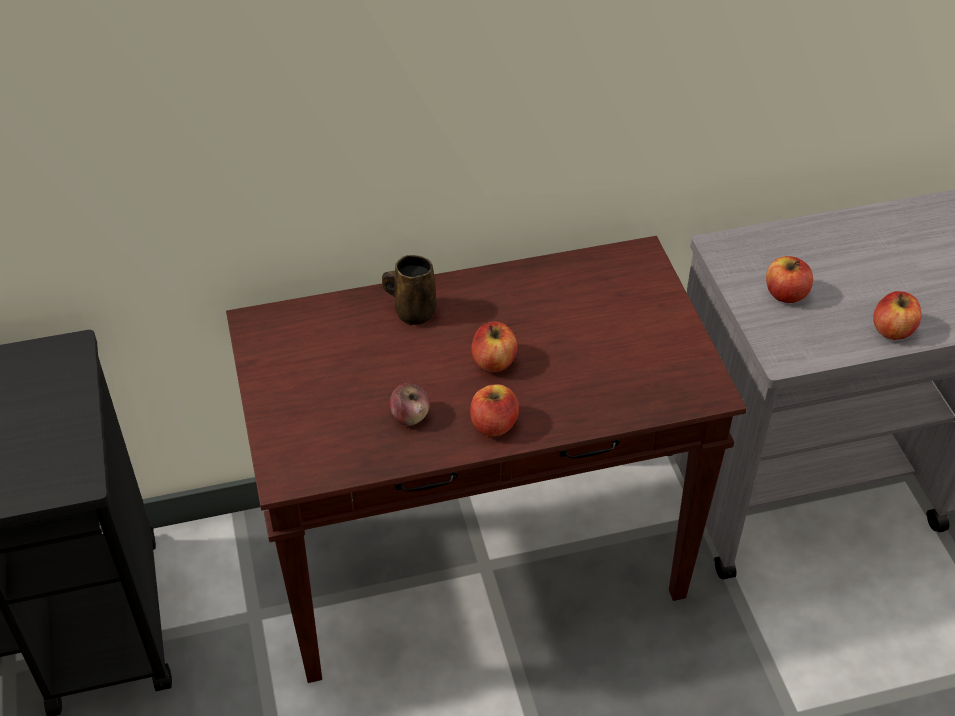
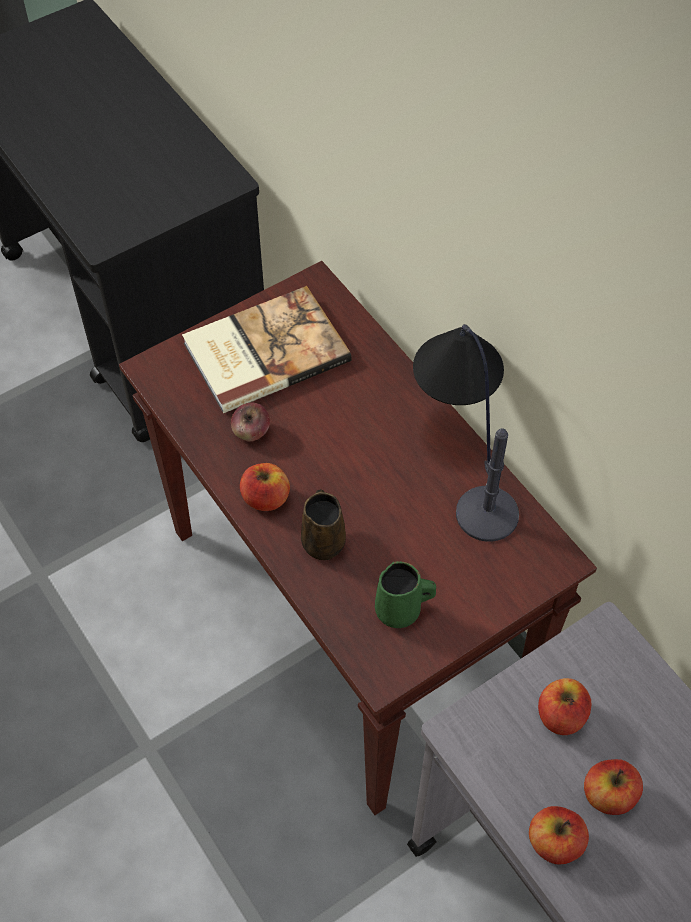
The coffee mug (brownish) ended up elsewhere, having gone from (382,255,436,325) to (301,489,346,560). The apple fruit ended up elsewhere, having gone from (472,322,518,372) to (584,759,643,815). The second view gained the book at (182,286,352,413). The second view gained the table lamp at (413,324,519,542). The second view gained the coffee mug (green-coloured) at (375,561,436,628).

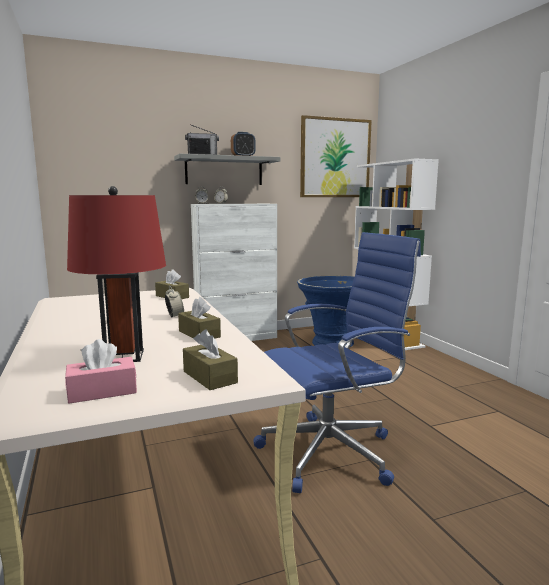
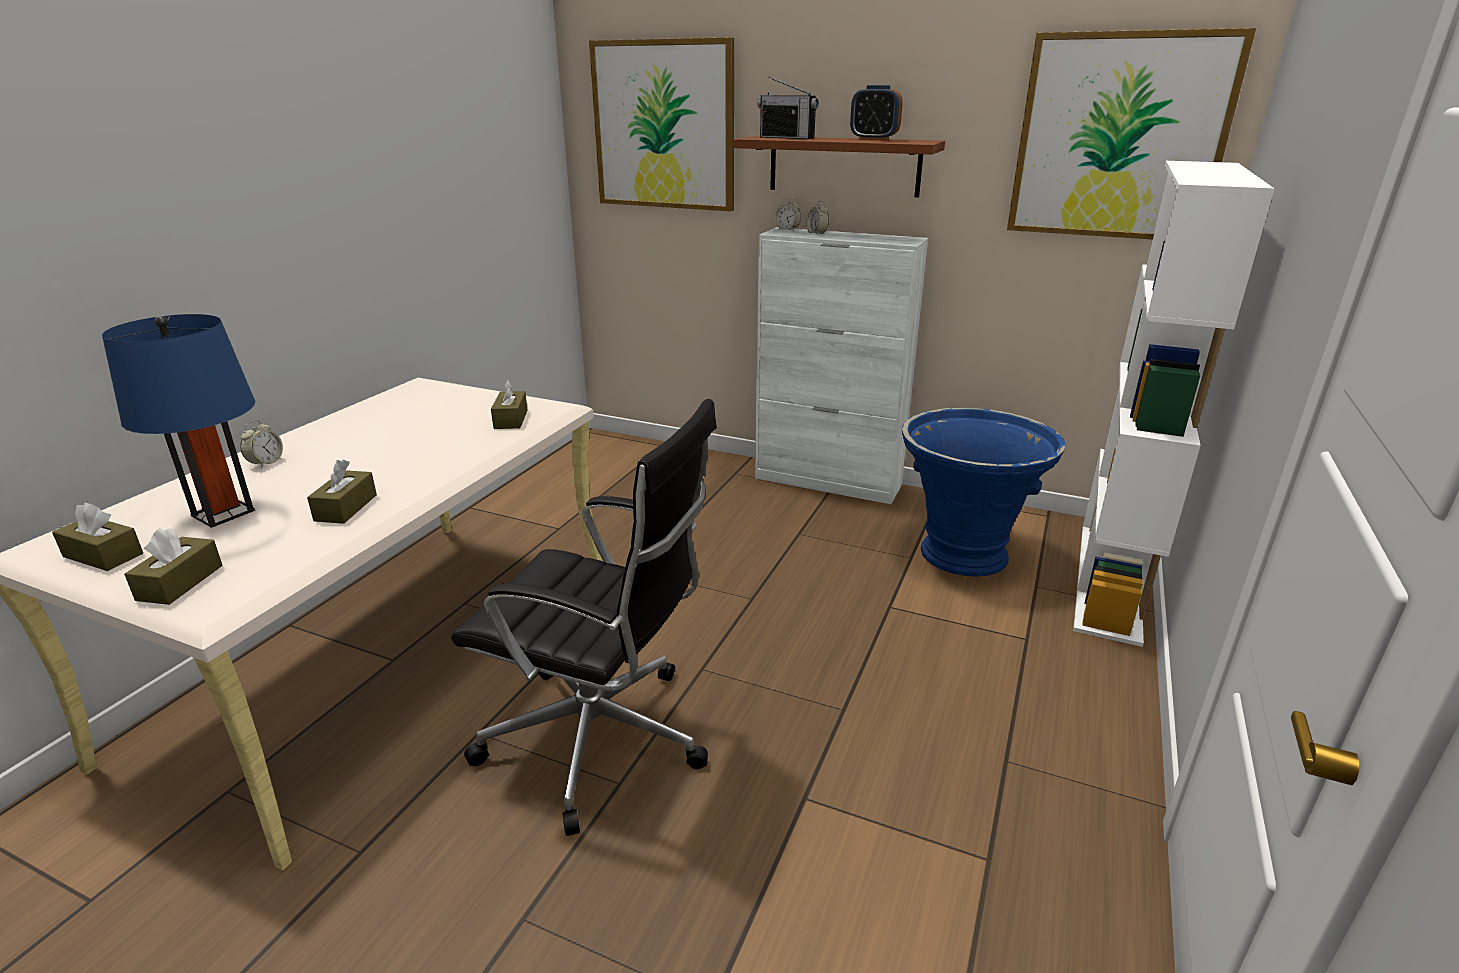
What was the wall shelf (greyish) at (174,154,280,185) turned into the wall shelf (brownish) at (733,136,945,197). What was the table lamp (red) at (67,186,166,362) turned into the table lamp (bluish) at (102,314,256,528). What was the desk chair (bluish) at (253,232,421,493) turned into the desk chair (black-coloured) at (451,399,717,836). The table clock ended up elsewhere, having gone from (165,286,184,317) to (240,420,283,469). What was the tissue box (pink-coloured) at (65,339,137,404) turned into the tissue box (brownish) at (52,503,143,571). The second view gained the wall picture at (589,37,734,211).

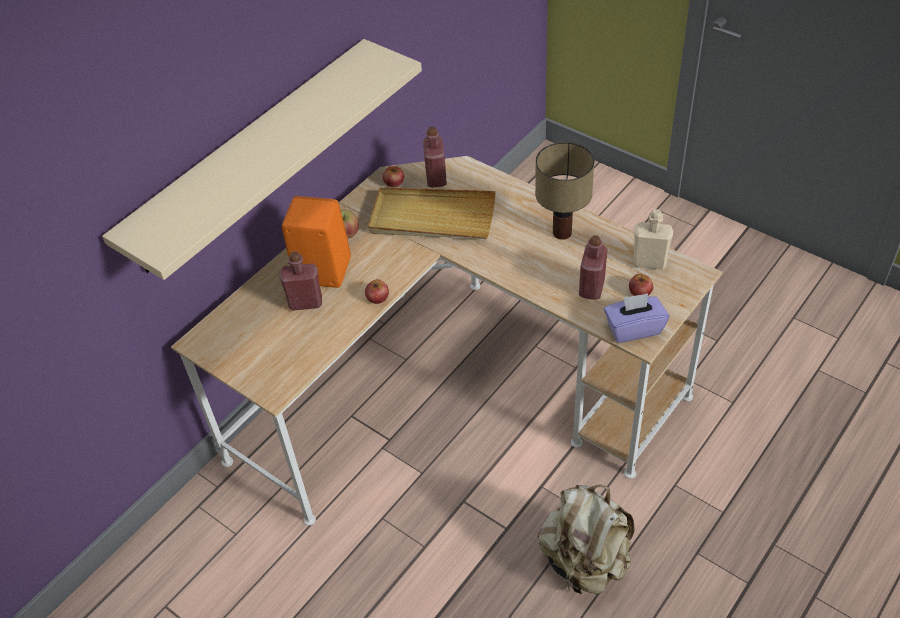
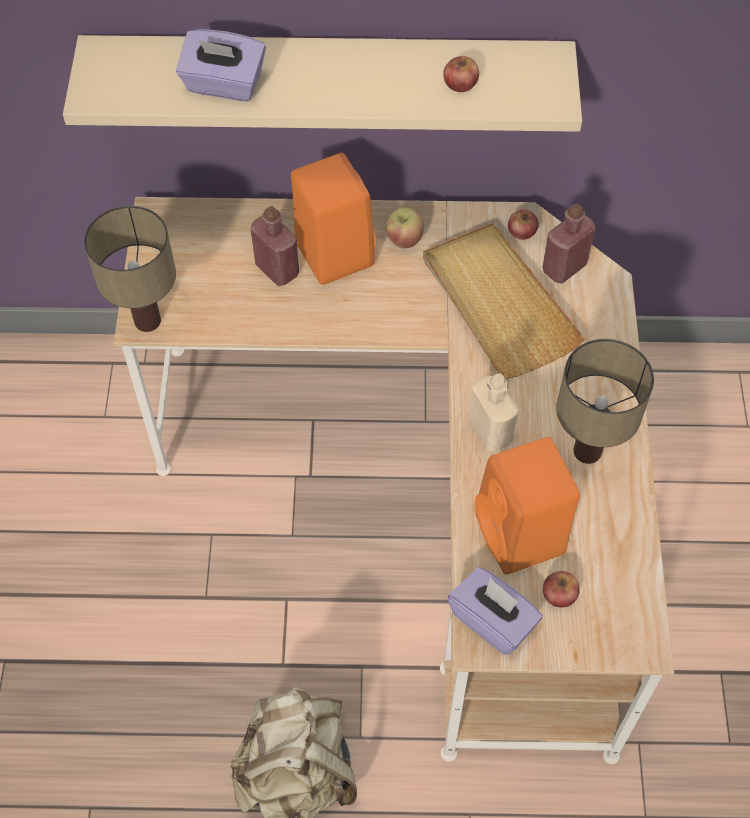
The drink bottle (sand-coloured) ended up elsewhere, having gone from (633,209,673,270) to (469,373,519,452). Where the drink bottle (red) stood at (579,235,608,300), the speaker (orangey) came to stand at (475,437,580,575). The apple fruit ended up elsewhere, having gone from (365,280,389,304) to (443,56,479,92). The second view gained the tissue box (purple) at (176,29,266,101). The second view gained the table lamp at (84,206,176,332).

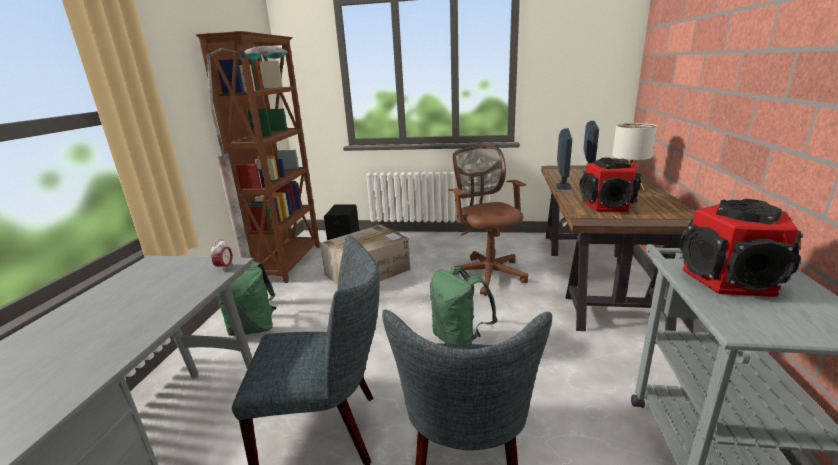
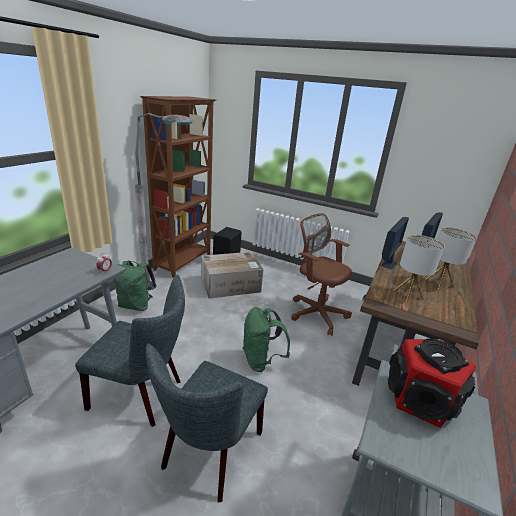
The desk chair (brownish) at (449,145,528,296) ended up facing another way, 45 degrees counterclockwise from before. Where the speaker stood at (579,157,641,212), the table lamp came to stand at (393,235,445,302).

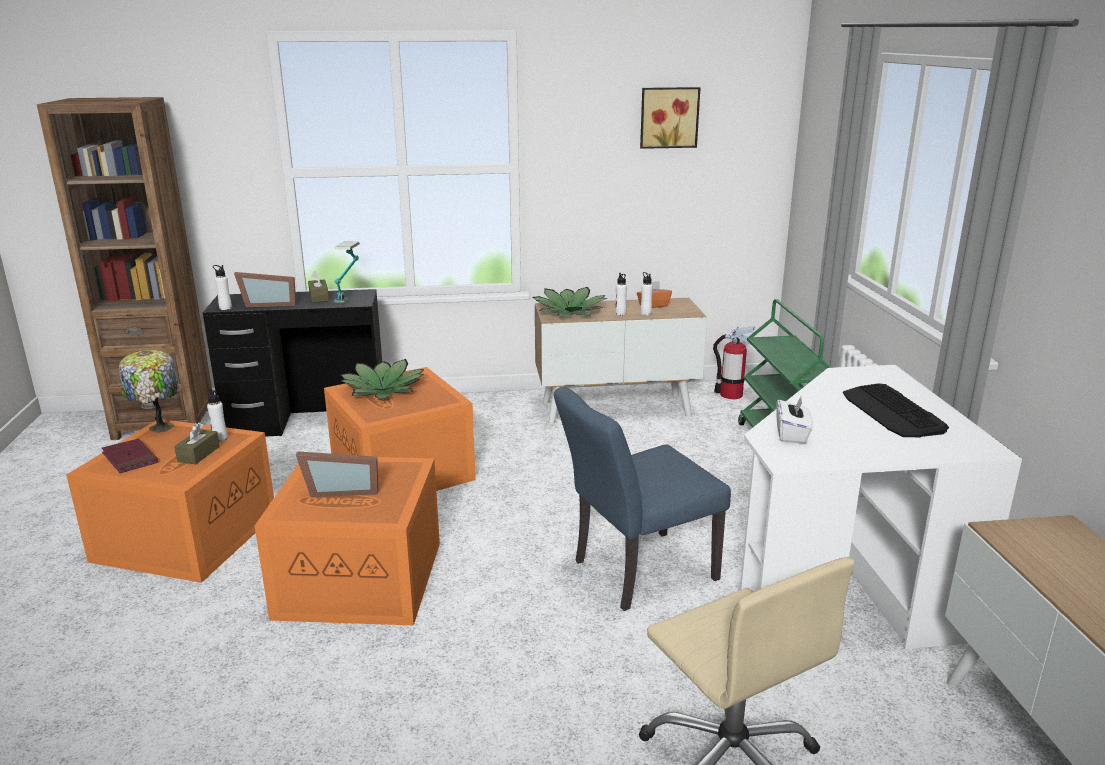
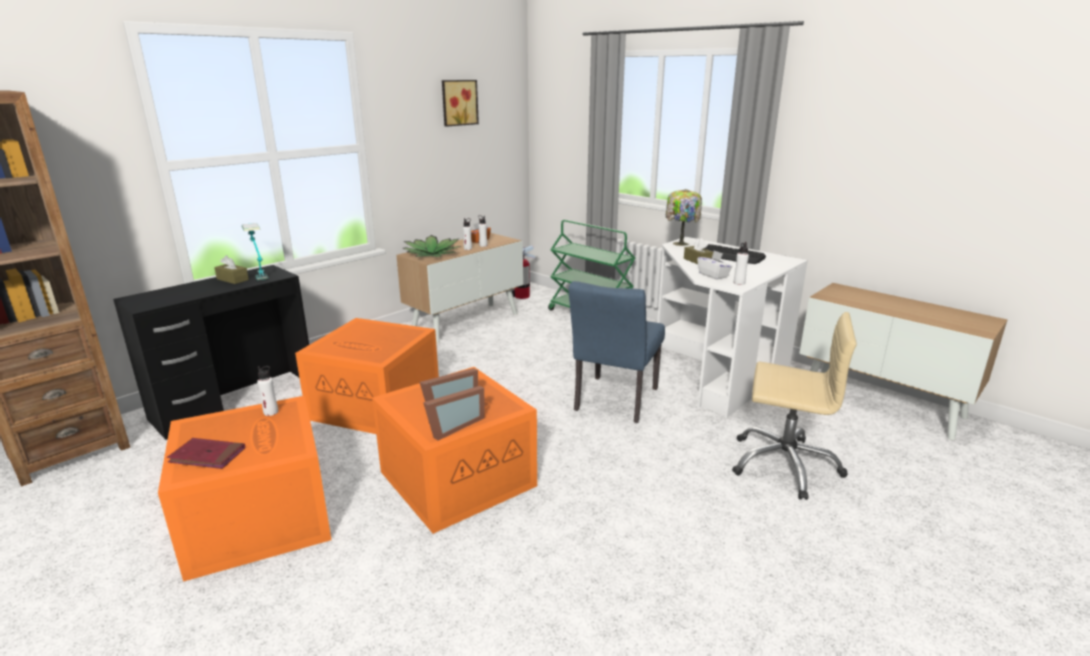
The drink bottle (whitish) ended up elsewhere, having gone from (213,265,232,310) to (734,242,749,285). The photo frame ended up elsewhere, having gone from (234,272,296,307) to (423,386,484,440). The table lamp ended up elsewhere, having gone from (119,350,178,433) to (666,189,702,246). The second view lost the potted plant at (340,359,424,399). The tissue box (brownish) ended up elsewhere, having gone from (174,423,220,464) to (684,238,713,264).

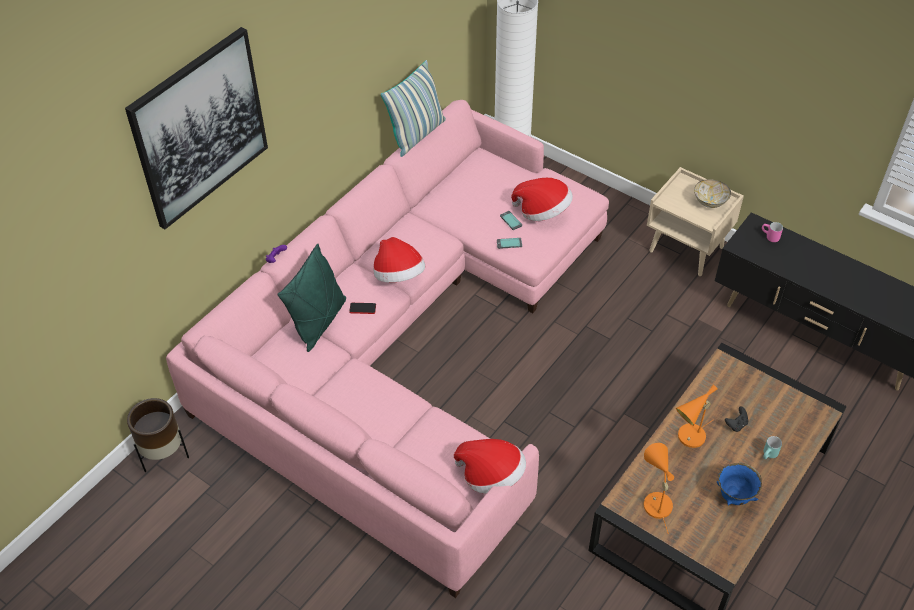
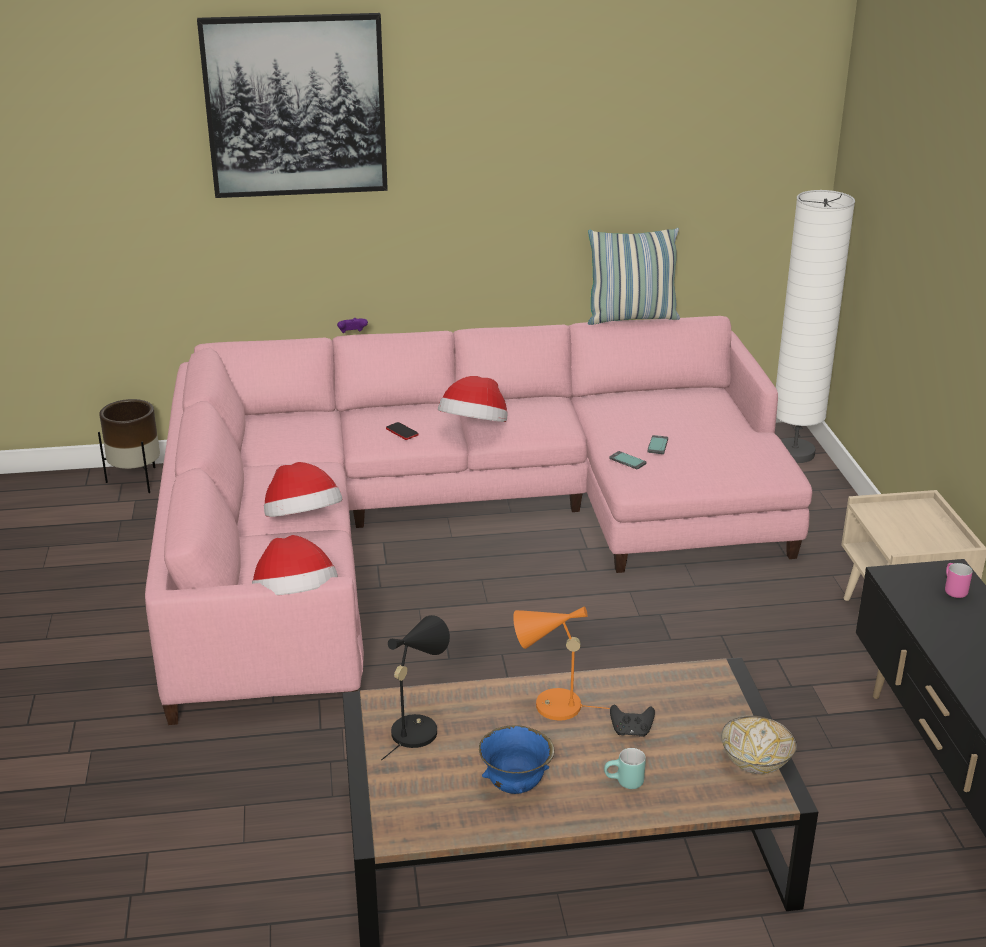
The hat ended up elsewhere, having gone from (511,178,573,221) to (264,462,342,517). The deep dish ended up elsewhere, having gone from (694,179,731,208) to (721,715,797,774). The second view lost the throw pillow (green-coloured) at (277,244,346,352). What was the table lamp (orangey) at (644,443,674,534) turned into the table lamp (black-coloured) at (381,615,450,761).

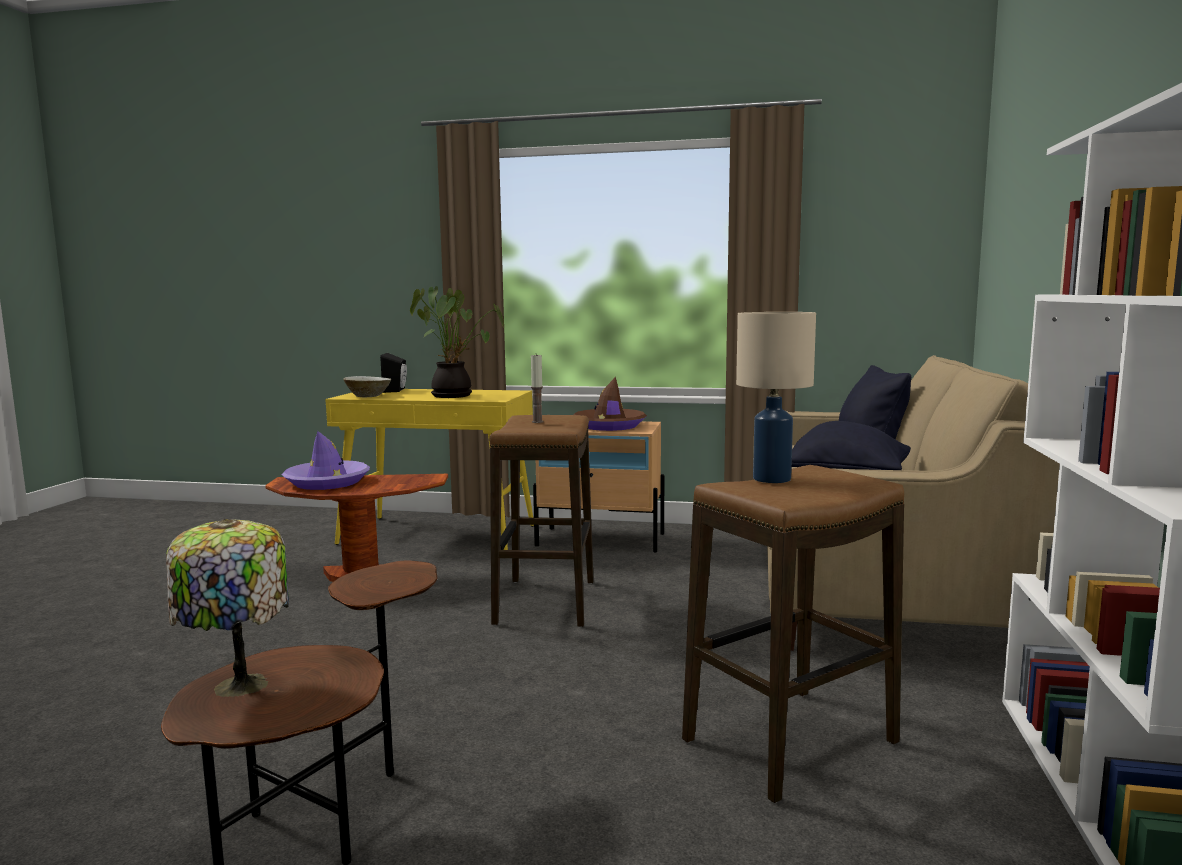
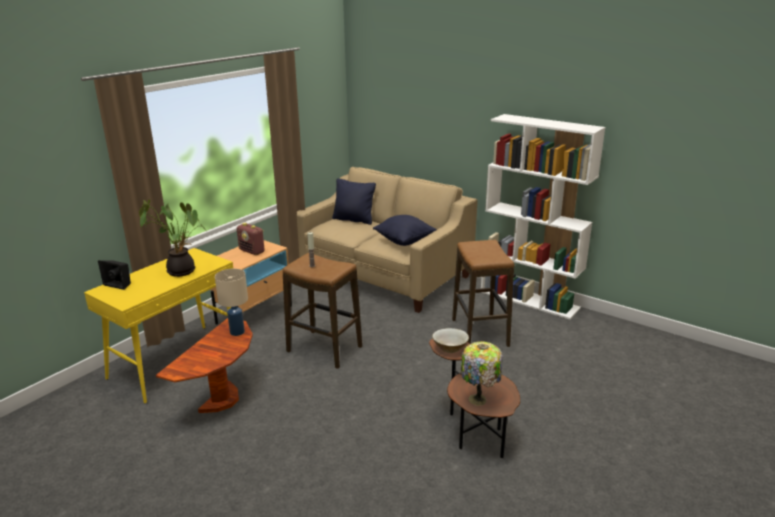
The table lamp (sand-coloured) ended up elsewhere, having gone from (736,312,816,483) to (215,269,248,336). The deep dish (sand-coloured) ended up elsewhere, having gone from (343,376,391,397) to (432,328,469,353). Where the hat (brownish) stood at (573,377,647,431), the radio receiver came to stand at (237,223,264,255). The second view lost the hat (purple) at (282,431,370,490).

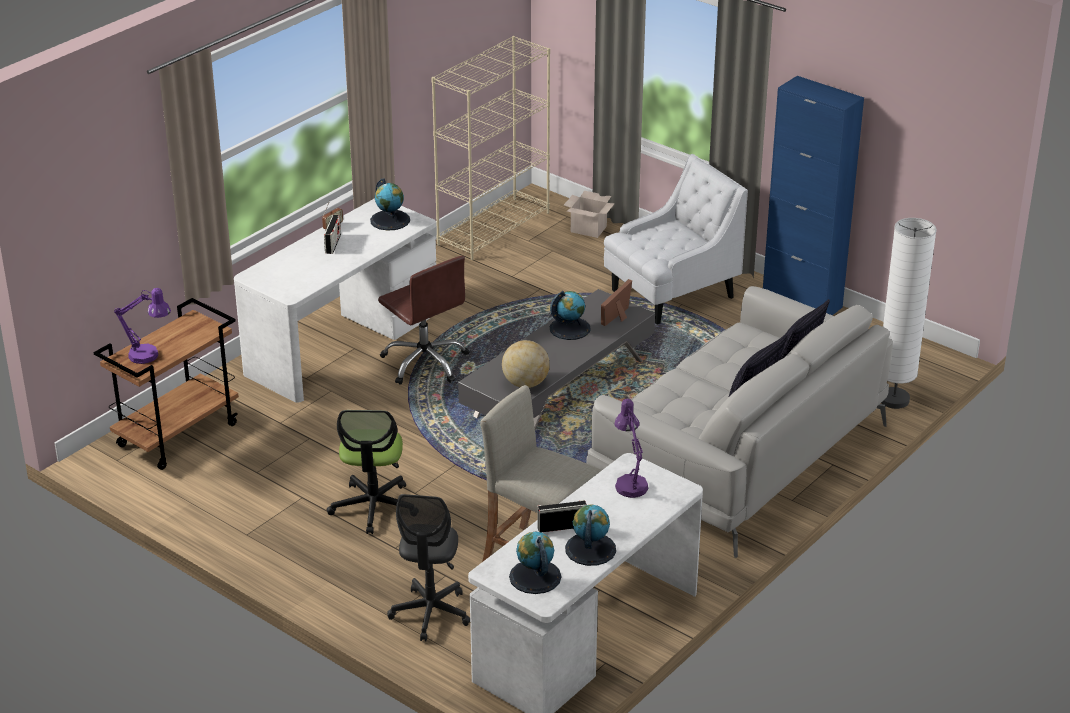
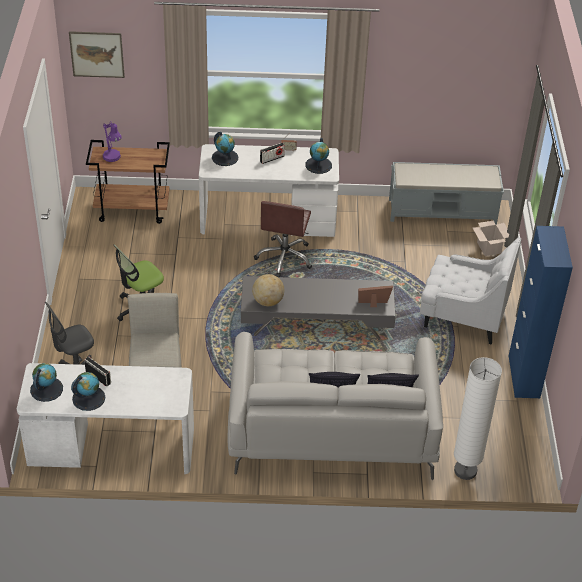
Where the bookshelf (sand-coloured) stood at (431,36,550,260), the bench (greyish) came to stand at (389,162,504,225). The world globe ended up elsewhere, having gone from (550,291,591,340) to (212,132,239,166). The second view lost the table lamp (purple) at (614,398,648,498). The second view gained the wall picture at (69,31,125,78).

